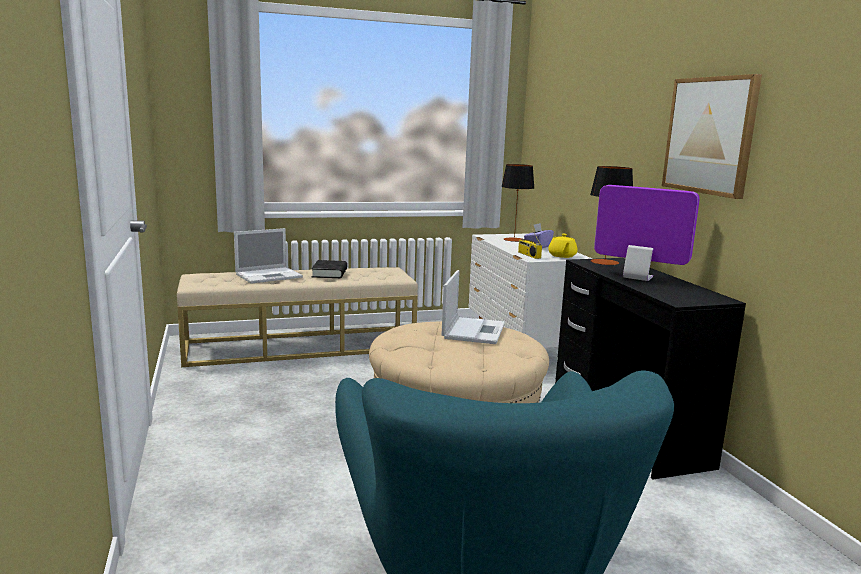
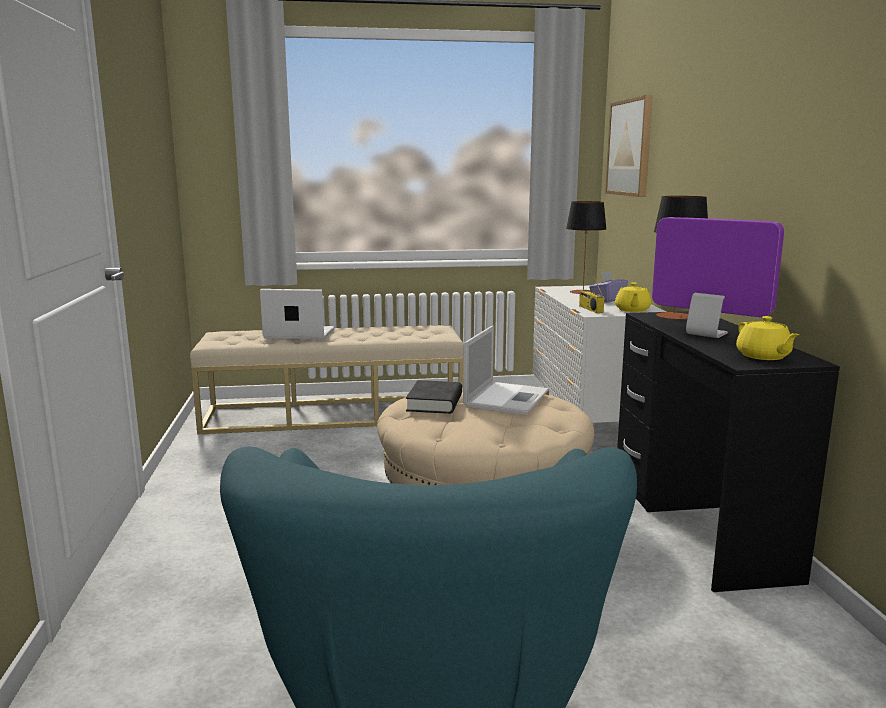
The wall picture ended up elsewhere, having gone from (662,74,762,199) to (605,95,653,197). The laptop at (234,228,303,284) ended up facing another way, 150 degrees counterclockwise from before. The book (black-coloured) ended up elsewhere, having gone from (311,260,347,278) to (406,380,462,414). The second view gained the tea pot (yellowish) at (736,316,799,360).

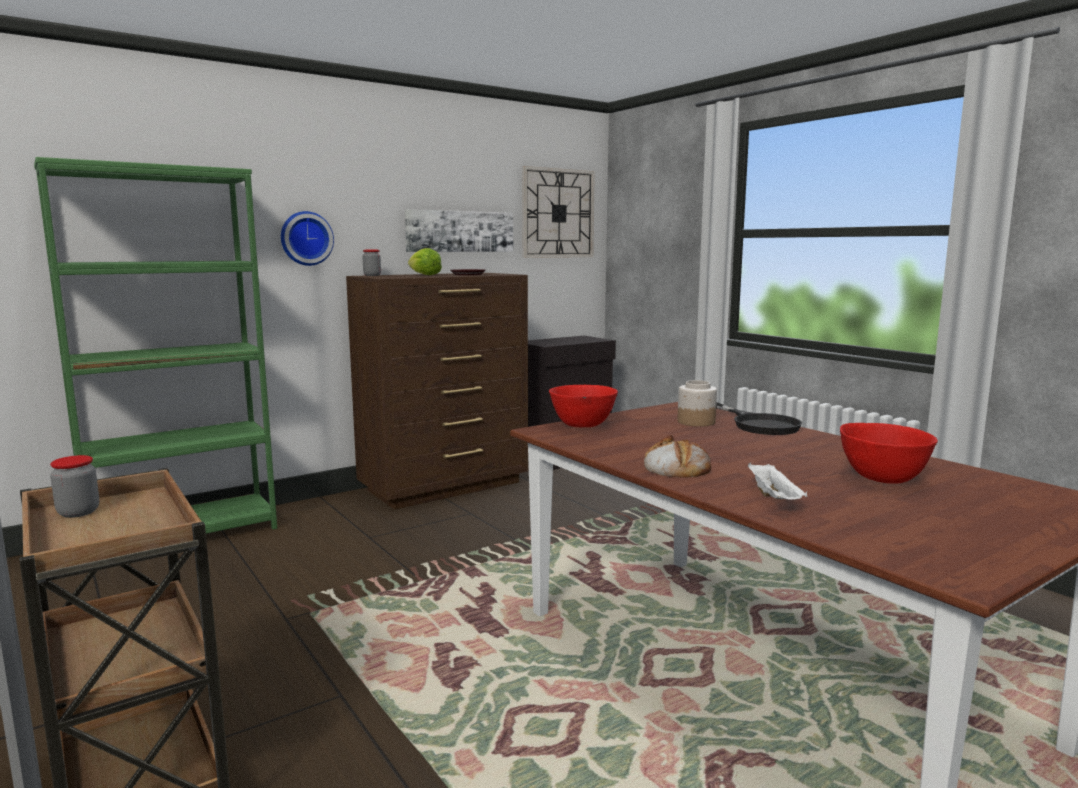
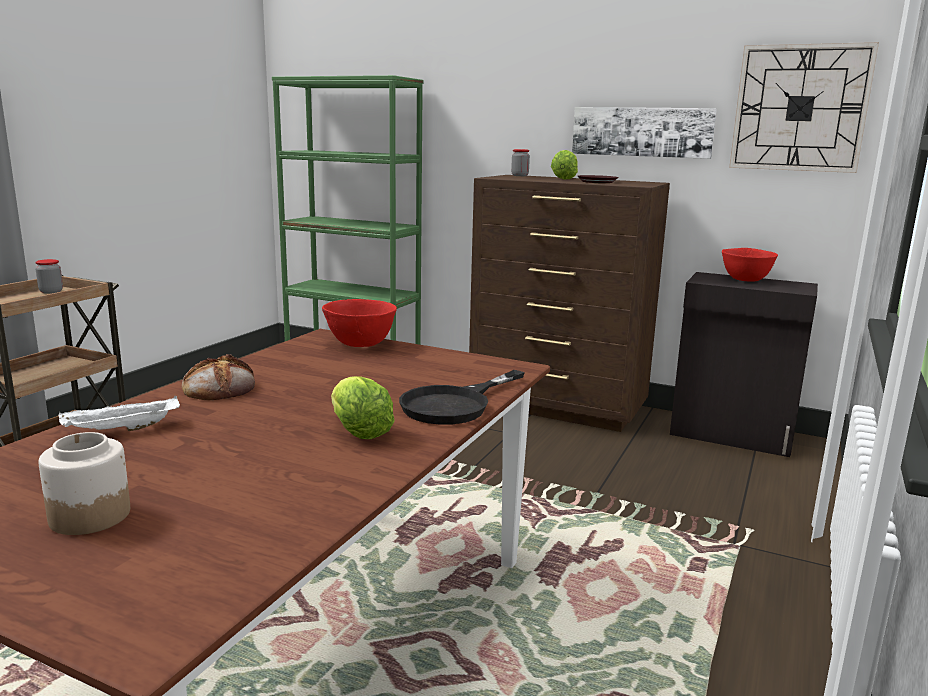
The second view lost the hanging clock at (281,211,334,266). The preserve jar ended up elsewhere, having gone from (678,380,717,427) to (39,432,130,535). The deep dish (red) ended up elsewhere, having gone from (840,423,938,484) to (722,248,778,282). The second view gained the head of lettuce at (331,376,395,439).

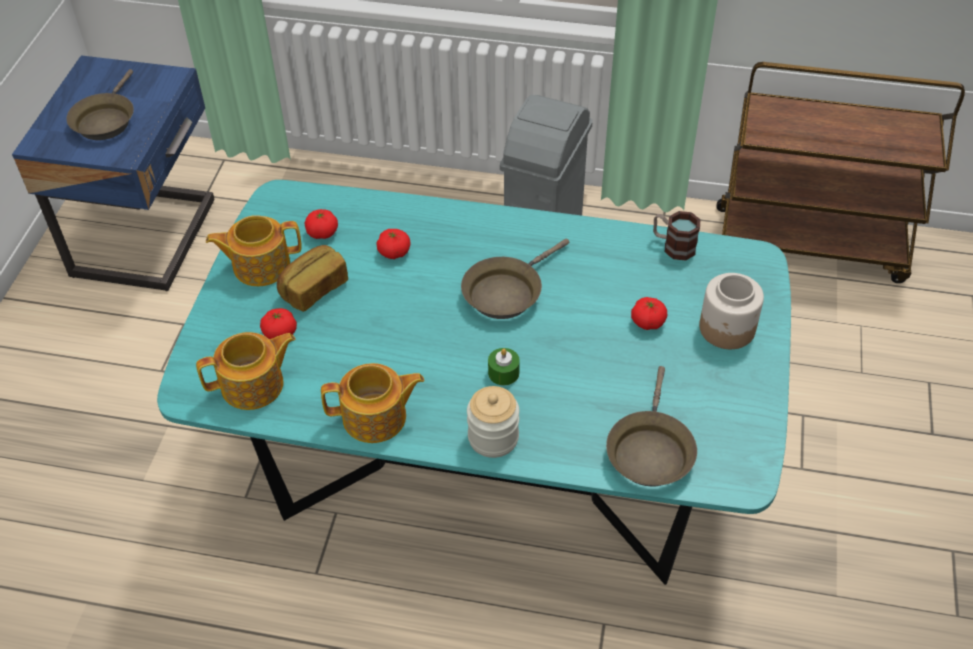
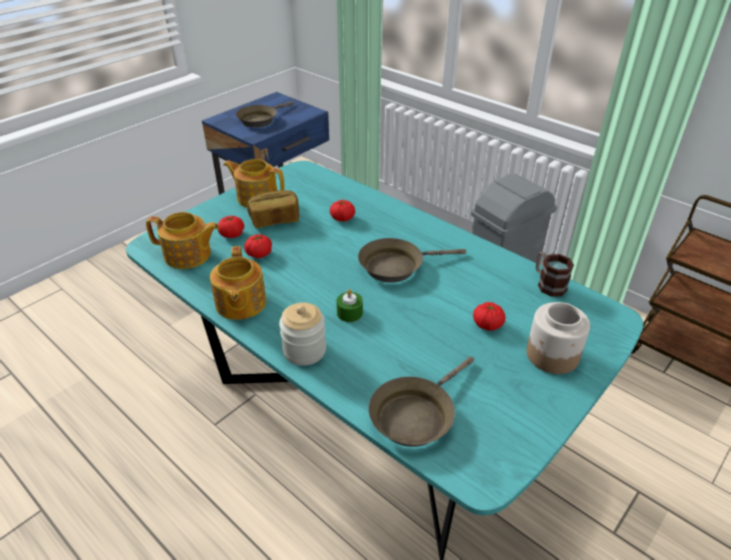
The tomato ended up elsewhere, having gone from (305,209,338,239) to (244,234,272,258). The tea pot at (321,363,424,443) ended up facing another way, 60 degrees clockwise from before.

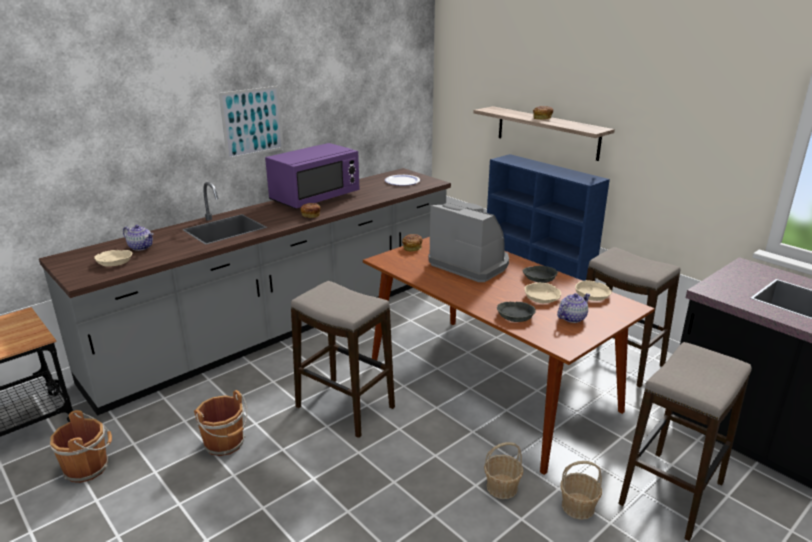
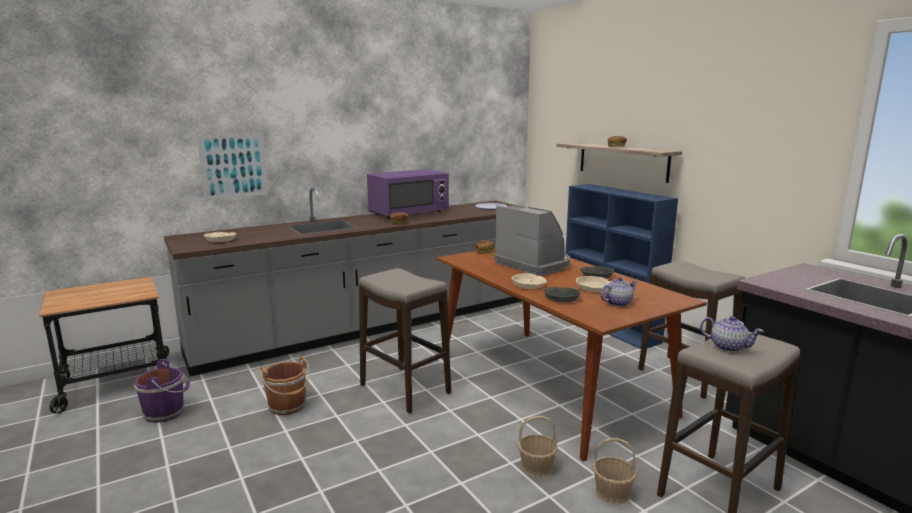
The wall picture ended up elsewhere, having gone from (219,86,284,160) to (197,134,268,200). The tea pot ended up elsewhere, having gone from (123,225,154,251) to (700,316,763,352). The deep dish (sand-coloured) ended up elsewhere, having gone from (575,280,612,301) to (512,273,547,289). What was the pail (brownish) at (50,410,112,483) turned into the pail (purple) at (134,359,190,423).

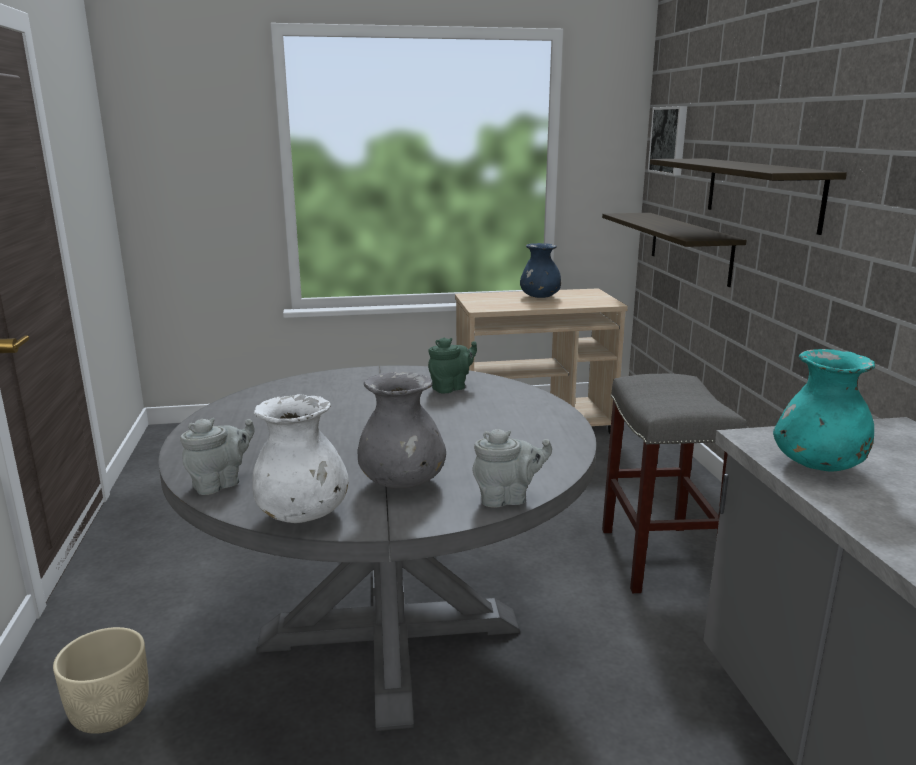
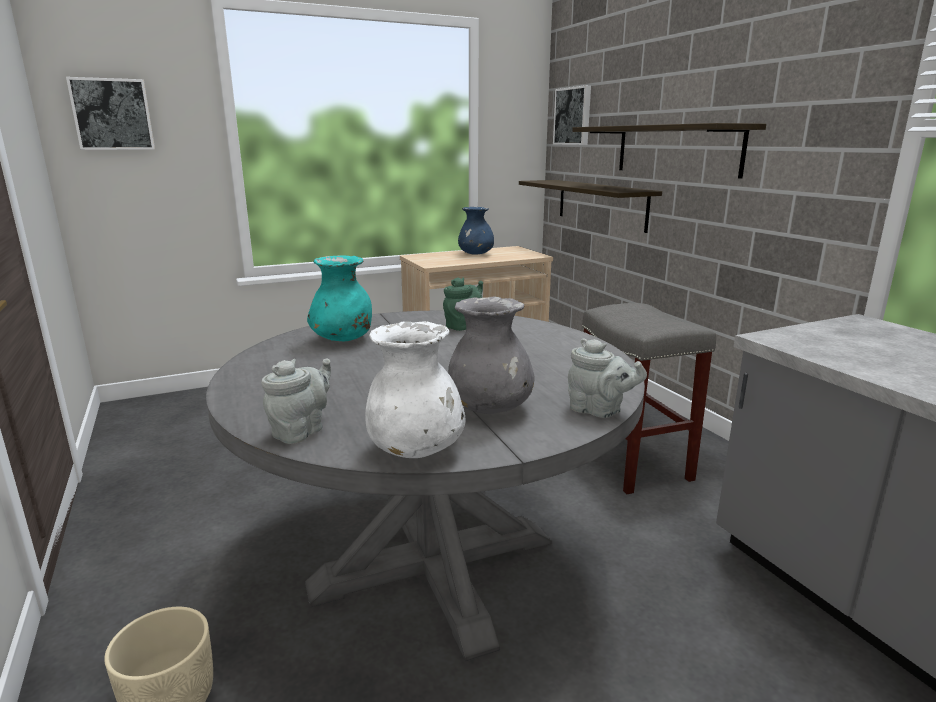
The flower vase (blue-green) ended up elsewhere, having gone from (773,349,875,472) to (307,255,372,341). The tea pot (greyish) at (473,429,552,508) ended up facing another way, 60 degrees clockwise from before. The second view gained the wall picture at (66,77,155,150).

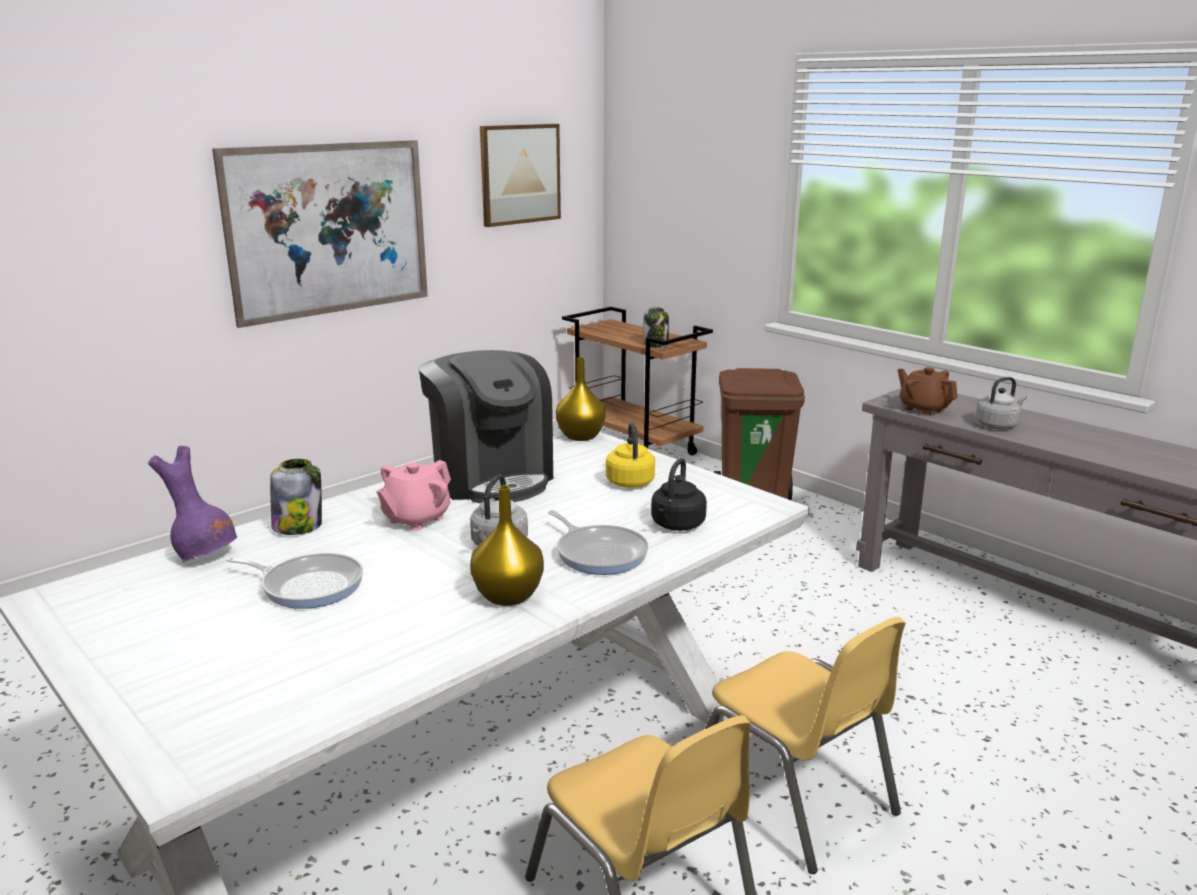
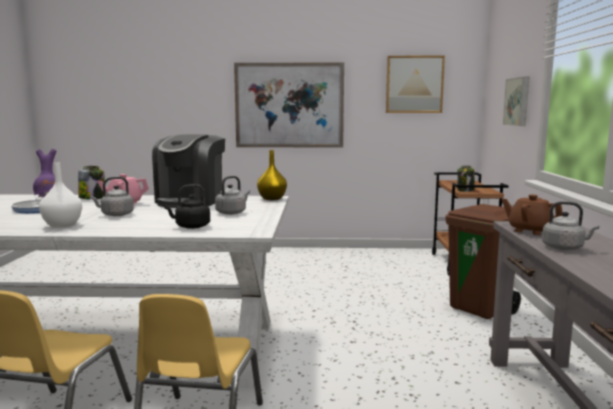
The tea pot (brownish) at (898,367,957,416) ended up facing another way, 60 degrees counterclockwise from before. What was the water kettle (yellowish) at (606,423,655,488) turned into the water kettle (greyish) at (215,176,250,215). What was the flower vase (yellowish) at (470,486,544,606) turned into the flower vase (whitish) at (39,163,82,228). The second view lost the frying pan at (548,510,648,575). The second view gained the wall picture at (503,77,530,126).

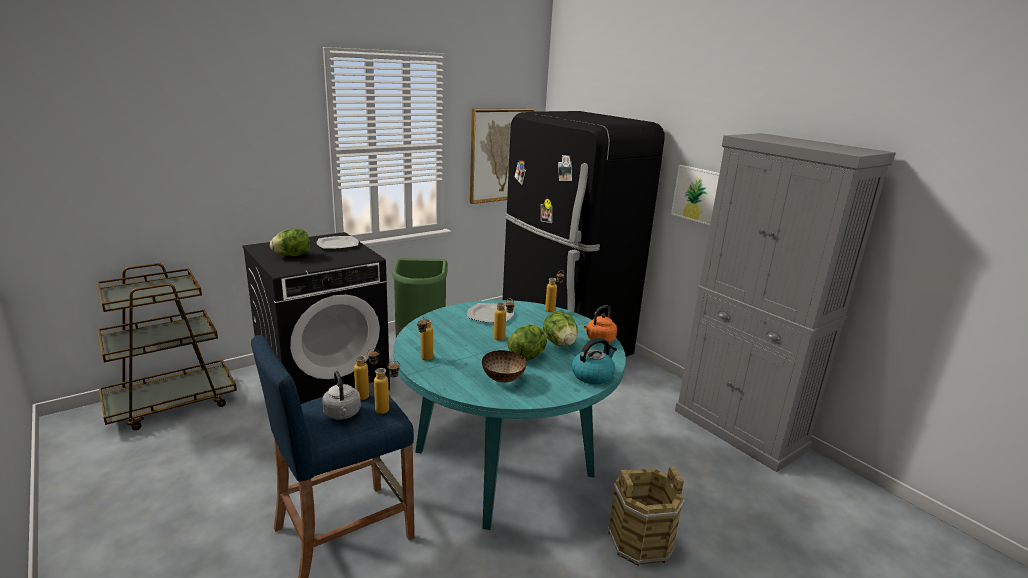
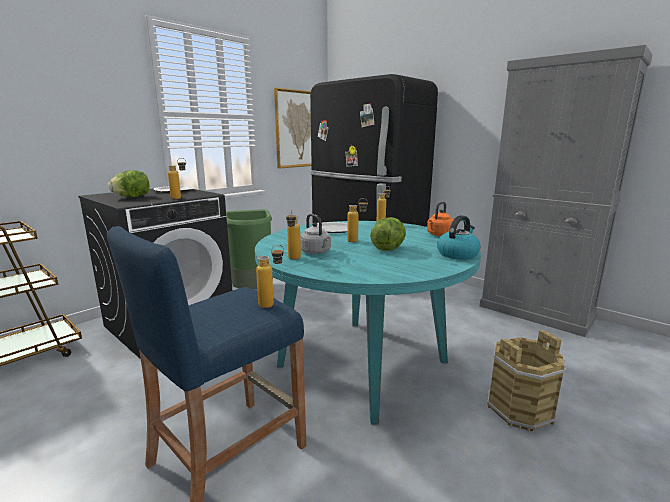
The second view lost the wall picture at (671,165,720,226). The second view lost the head of lettuce at (543,311,578,346). The drink bottle ended up elsewhere, having gone from (354,348,379,400) to (168,158,186,199). The second view lost the deep dish at (482,350,527,383). The water kettle (greyish) ended up elsewhere, having gone from (322,371,361,420) to (300,214,331,254).

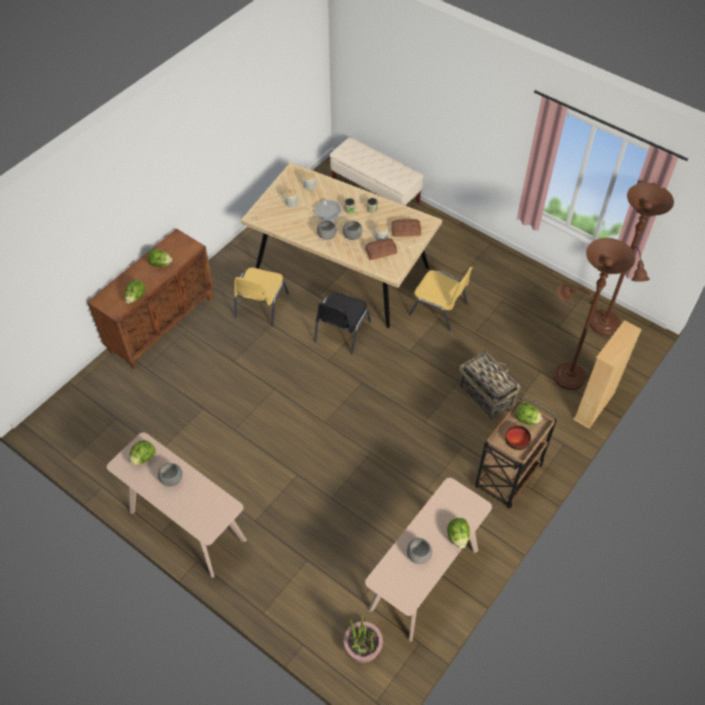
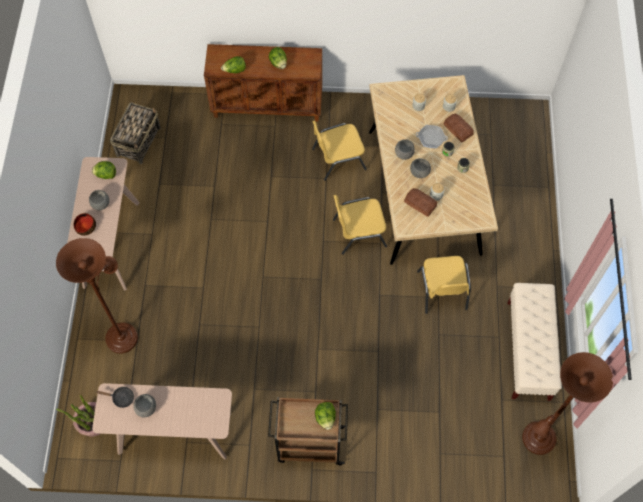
The bench (sand-coloured) ended up elsewhere, having gone from (330,137,424,206) to (508,283,562,401). The bakery bread ended up elsewhere, having gone from (391,219,421,237) to (443,114,474,142). The standard lamp (brownish) ended up elsewhere, having gone from (553,238,635,390) to (56,238,138,354). What was the upright chair (black-coloured) at (314,292,371,355) turned into the upright chair (yellowish) at (333,195,387,255). The second view lost the bookshelf (sand-coloured) at (573,320,642,429). The storage basket ended up elsewhere, having gone from (458,349,521,420) to (110,102,161,164). The deep dish ended up elsewhere, having gone from (505,425,531,450) to (74,213,96,236). The second view lost the head of lettuce at (447,518,470,548). The second view gained the frying pan (black-coloured) at (96,387,134,408).

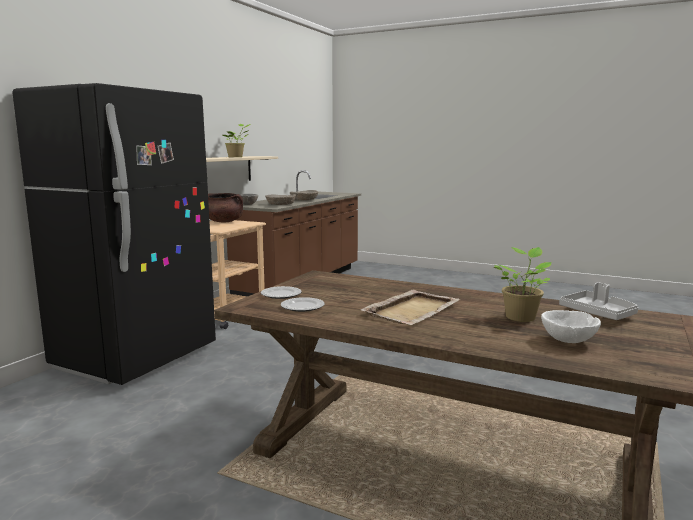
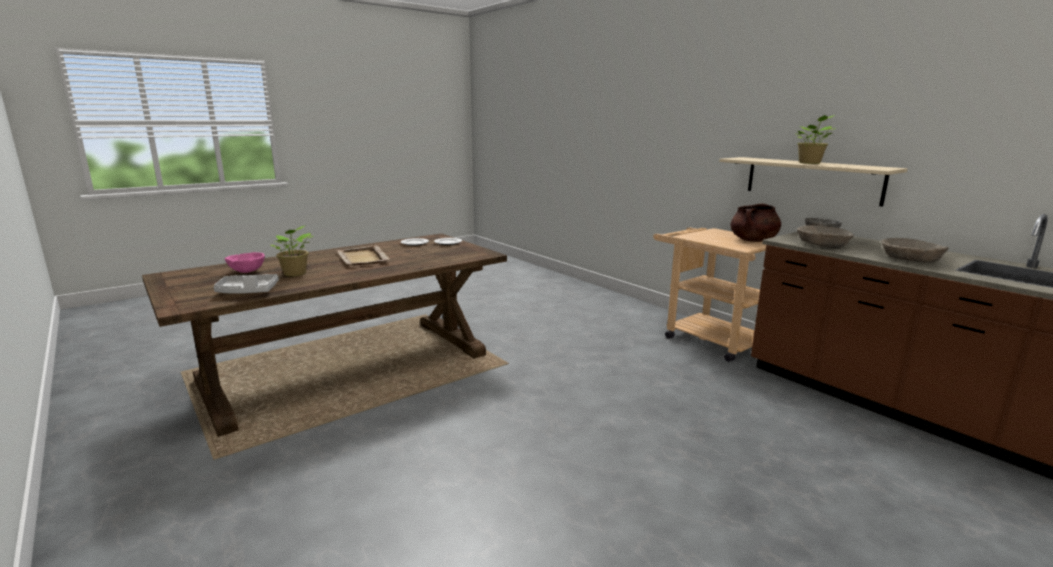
The second view lost the refrigerator (black-coloured) at (12,83,216,385). What was the deep dish (whitish) at (541,310,601,343) turned into the deep dish (pink-coloured) at (225,252,265,273).

